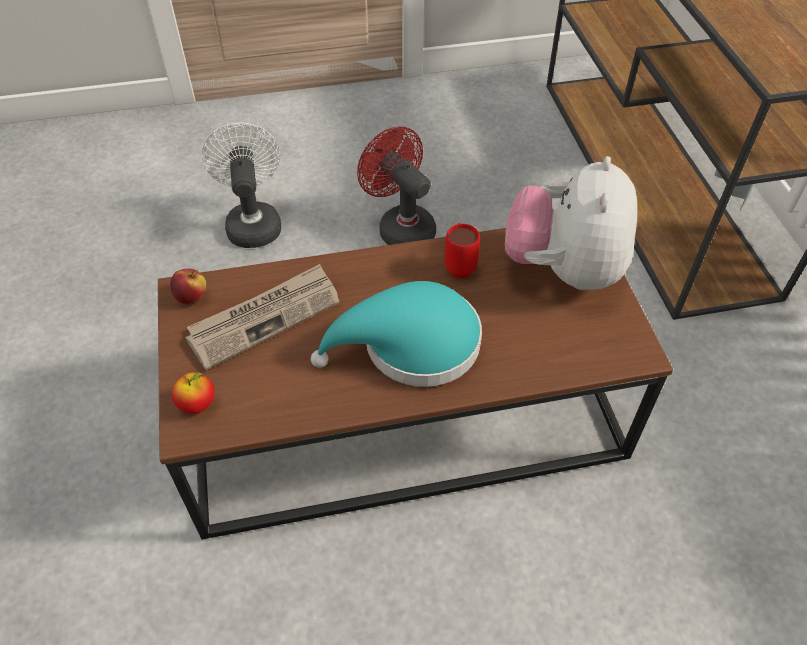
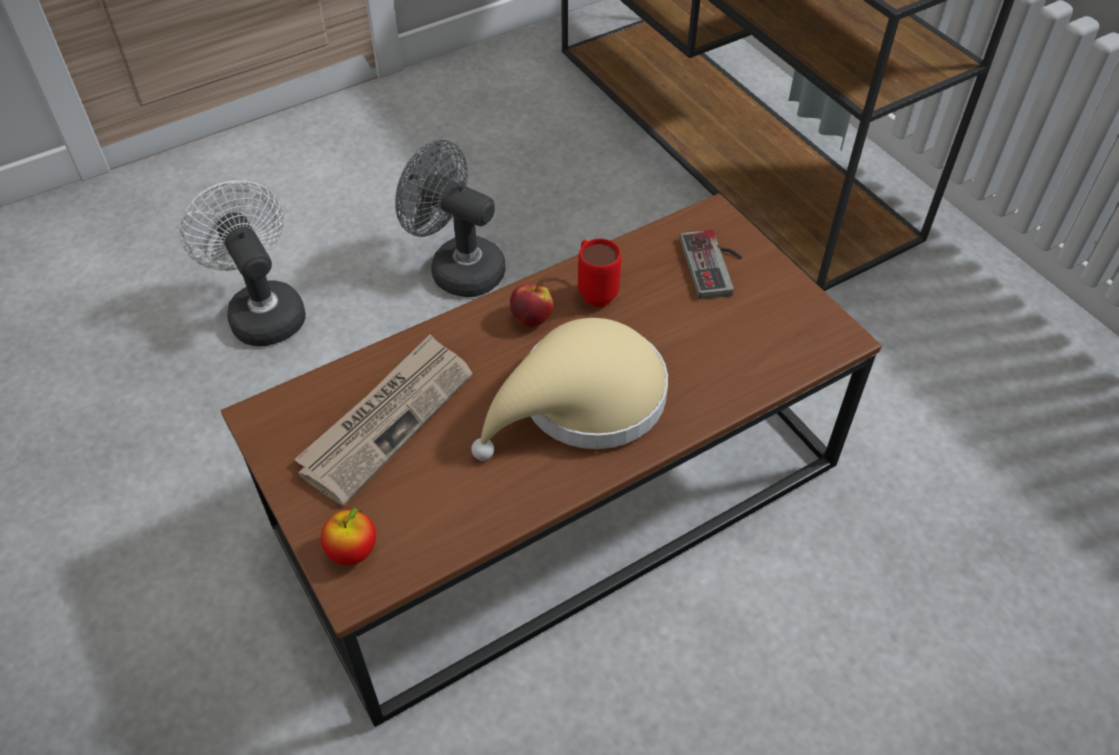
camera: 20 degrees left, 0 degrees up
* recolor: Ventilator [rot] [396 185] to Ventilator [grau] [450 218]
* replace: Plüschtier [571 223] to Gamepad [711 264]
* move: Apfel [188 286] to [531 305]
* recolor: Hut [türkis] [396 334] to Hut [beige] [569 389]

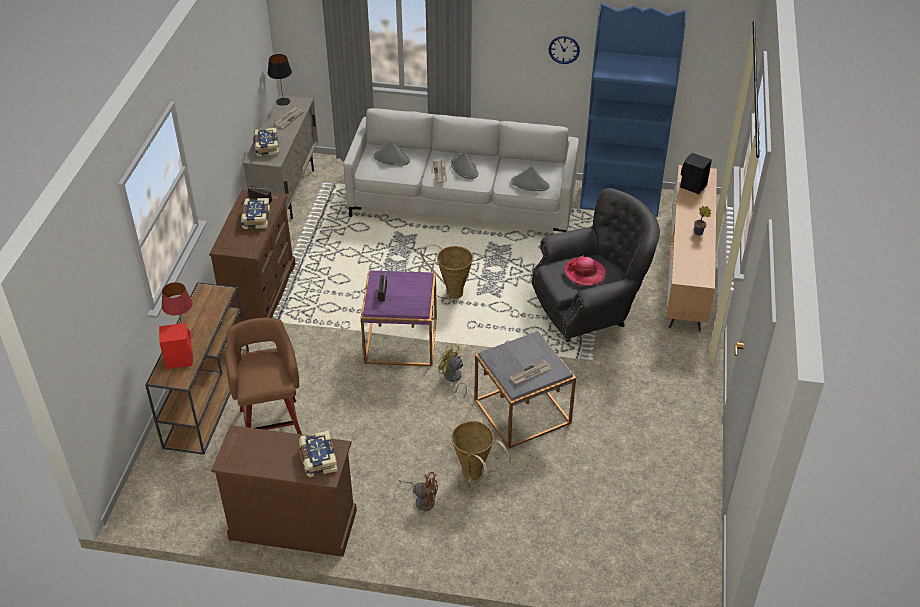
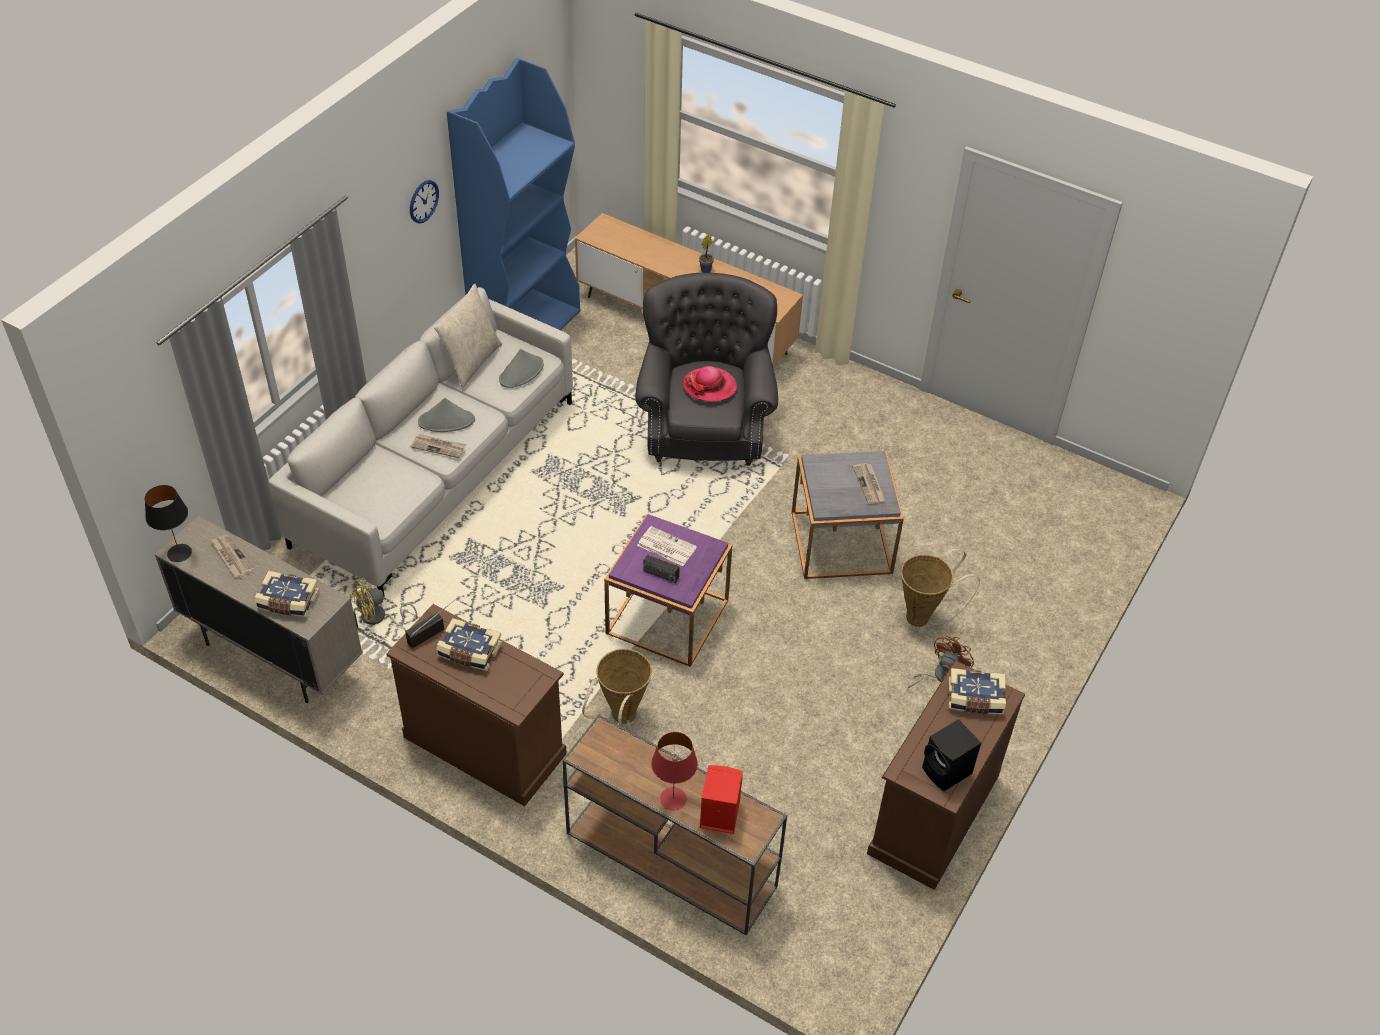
camera: 70 degrees left, 5 degrees up
* delete: Hut [grau] [391 153]
* move: Lautsprecher [schwarz] [696 173] to [951 755]
* move: Korb [446 271] to [617 690]
* delete: Hocker [braun] [263 376]
* move: Ventilator [gelb] [452 371] to [384 602]
* insert: Kissen [beige] [468 336]
* insert: Zeitung [667 546]

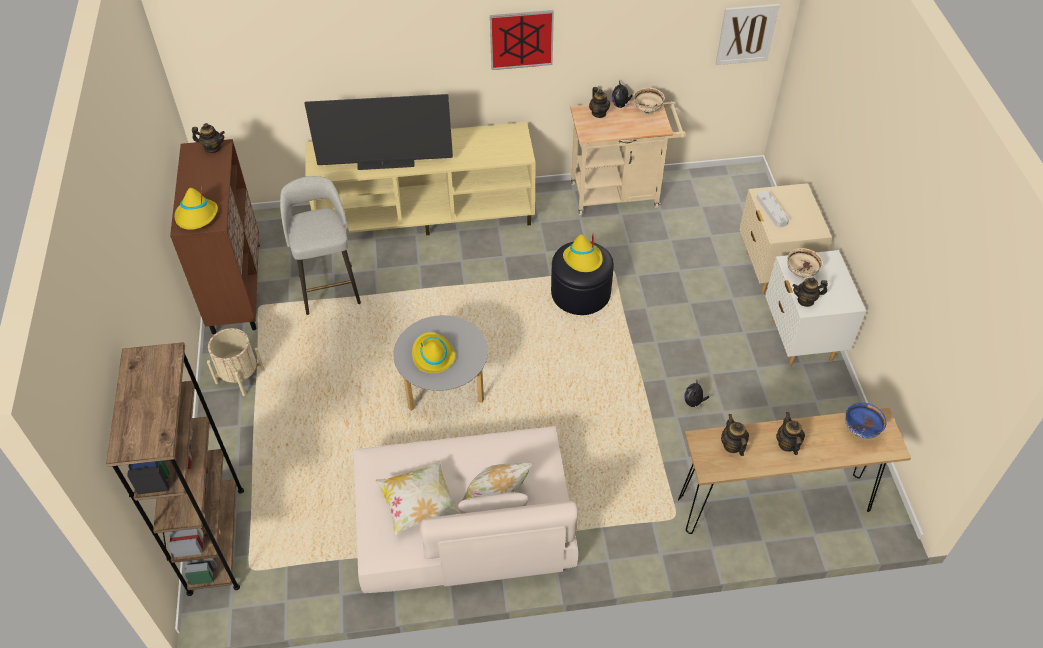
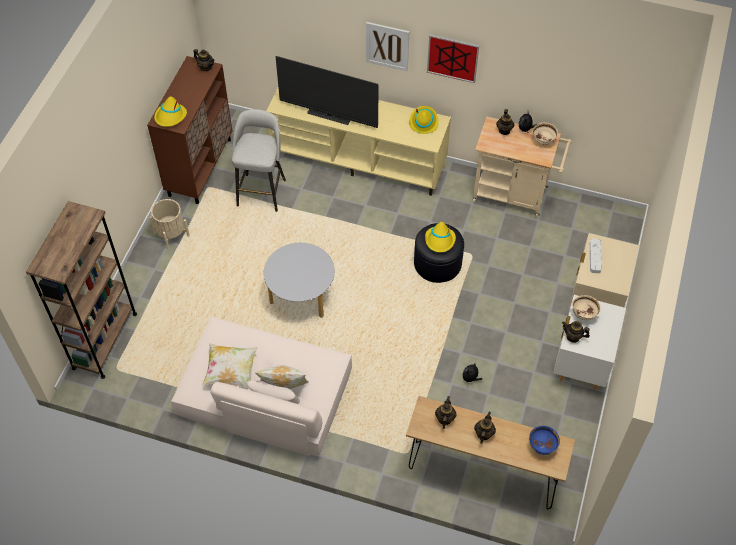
camera: 25 degrees right, 5 degrees up
* move: Bild [748 34] to [387 46]
* move: Hut [gelb] [433 352] to [424 120]

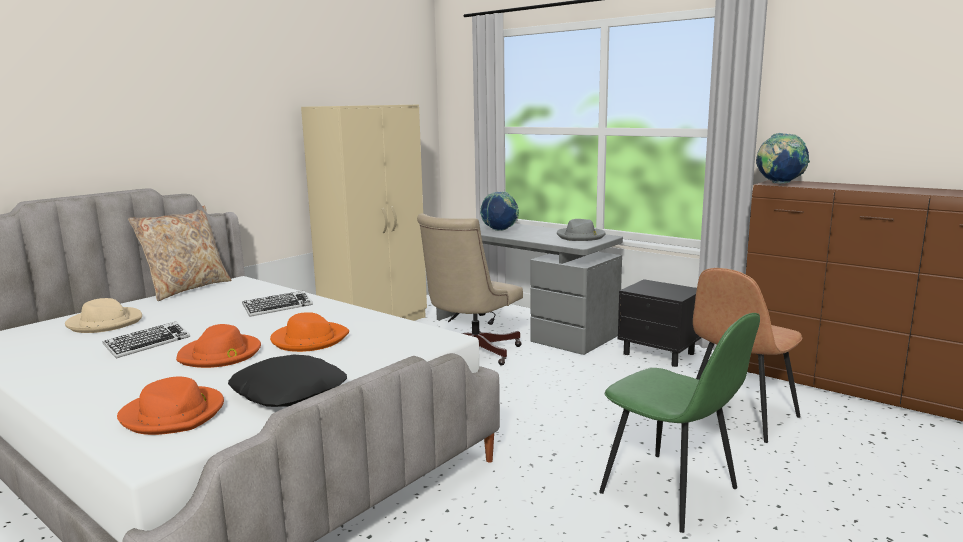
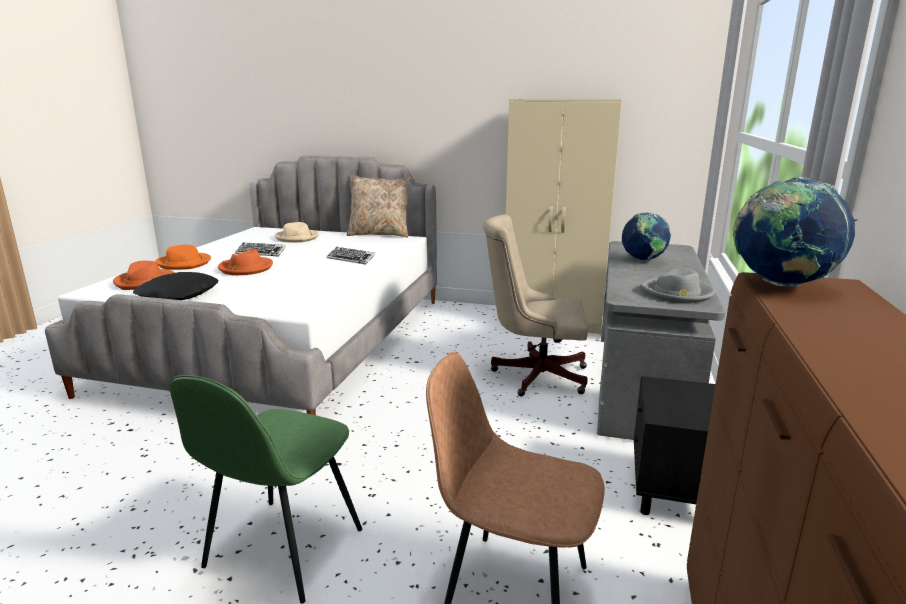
camera: 65 degrees right, 5 degrees up
* move: Hut [orange] [309 332] to [183 257]

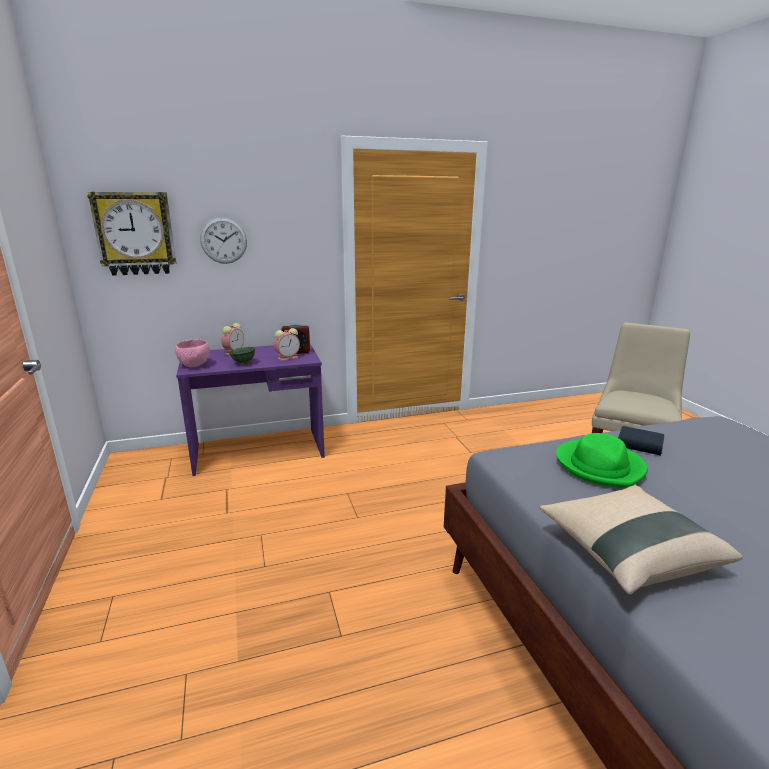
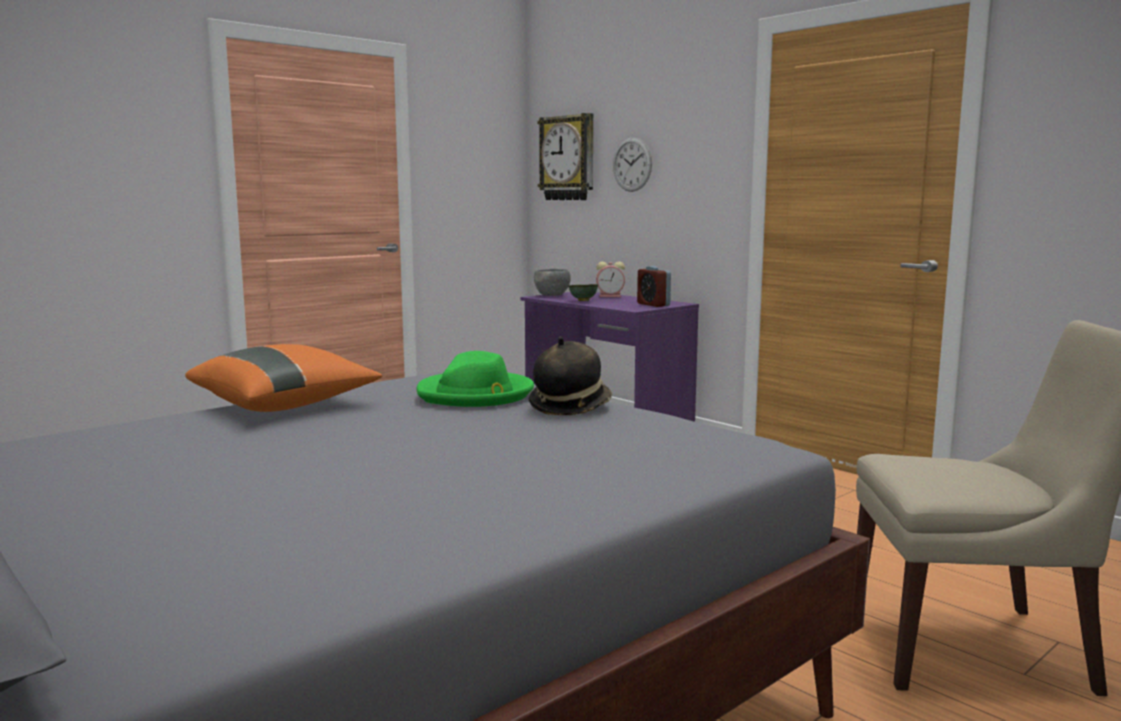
camera: 65 degrees right, 10 degrees down
* delete: Wecker [287 344]
* recolor: Schüssel [rosa] [192 353] to Schüssel [grau] [552 282]
* replace: Buch [641 441] to Hut [570 376]
* recolor: Kissen [beige] [641 539] to Kissen [orange] [283 378]

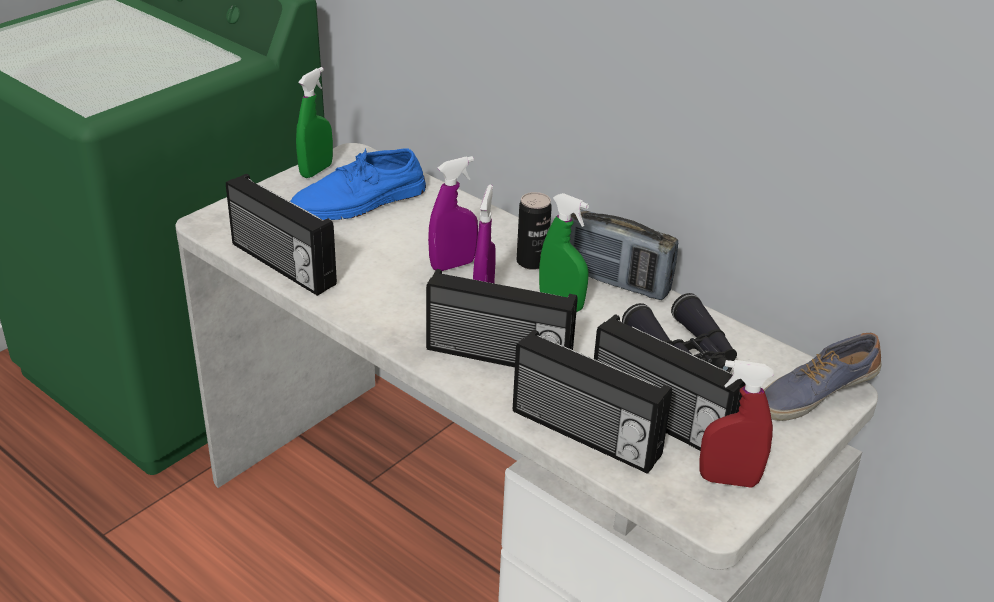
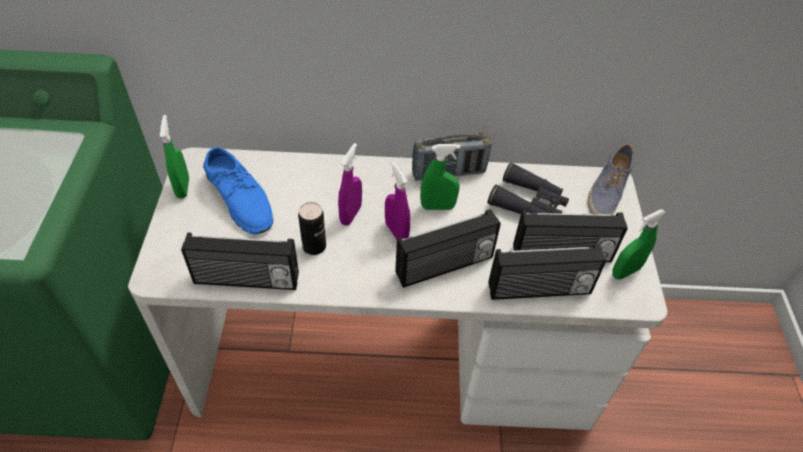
camera: 40 degrees left, 15 degrees up
* rotate: Schuh [blau] [358 184] = [238 190] 60 degrees counterclockwise
* move: Dose [534 231] to [312 228]
* recolor: Sprühflasche [rot] [736 424] to Sprühflasche [grün] [639 244]

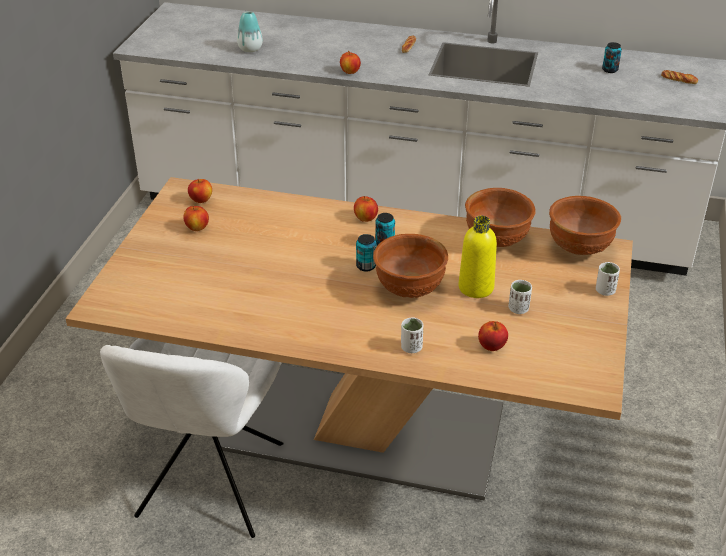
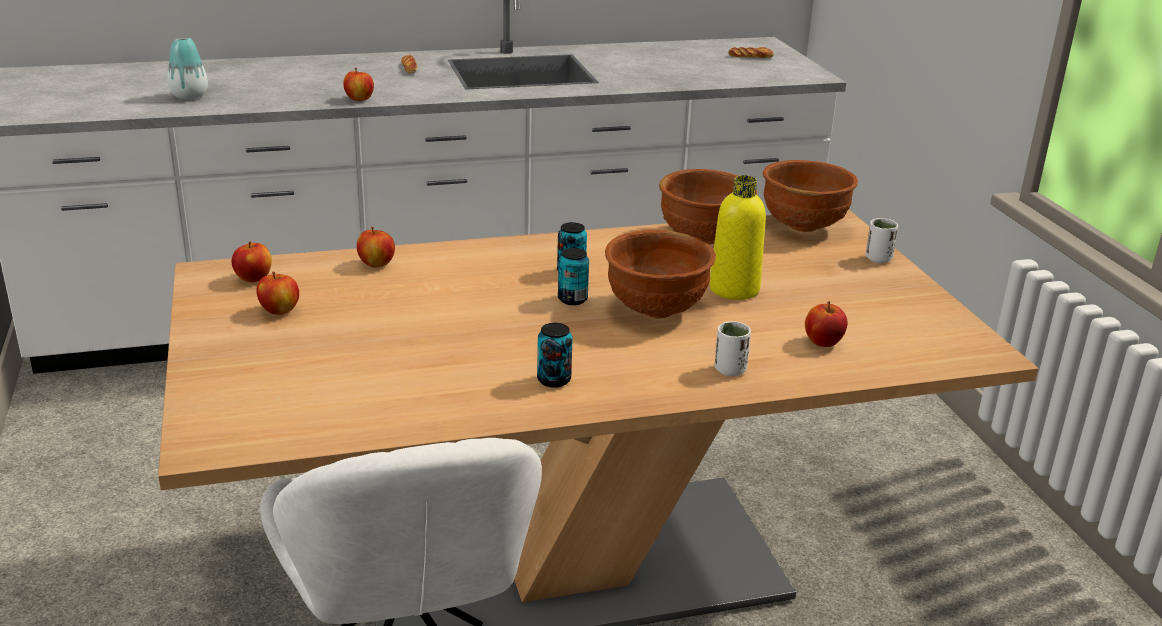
camera: 30 degrees left, 10 degrees down
* move: Dose [612 57] to [555 355]
* move: Apfel [366 209] to [376 247]
* delete: Tasse [weiß] [520 297]

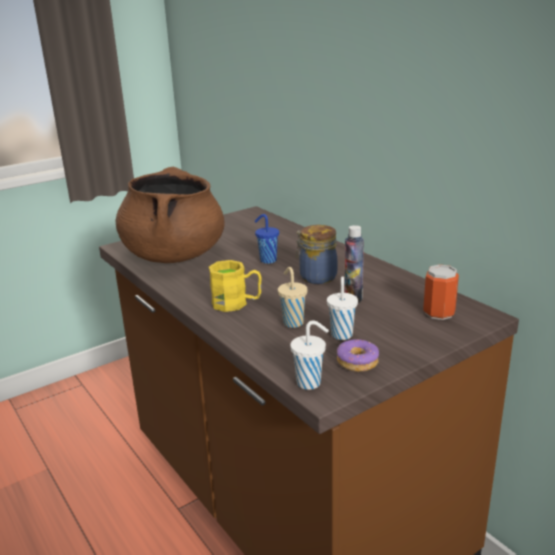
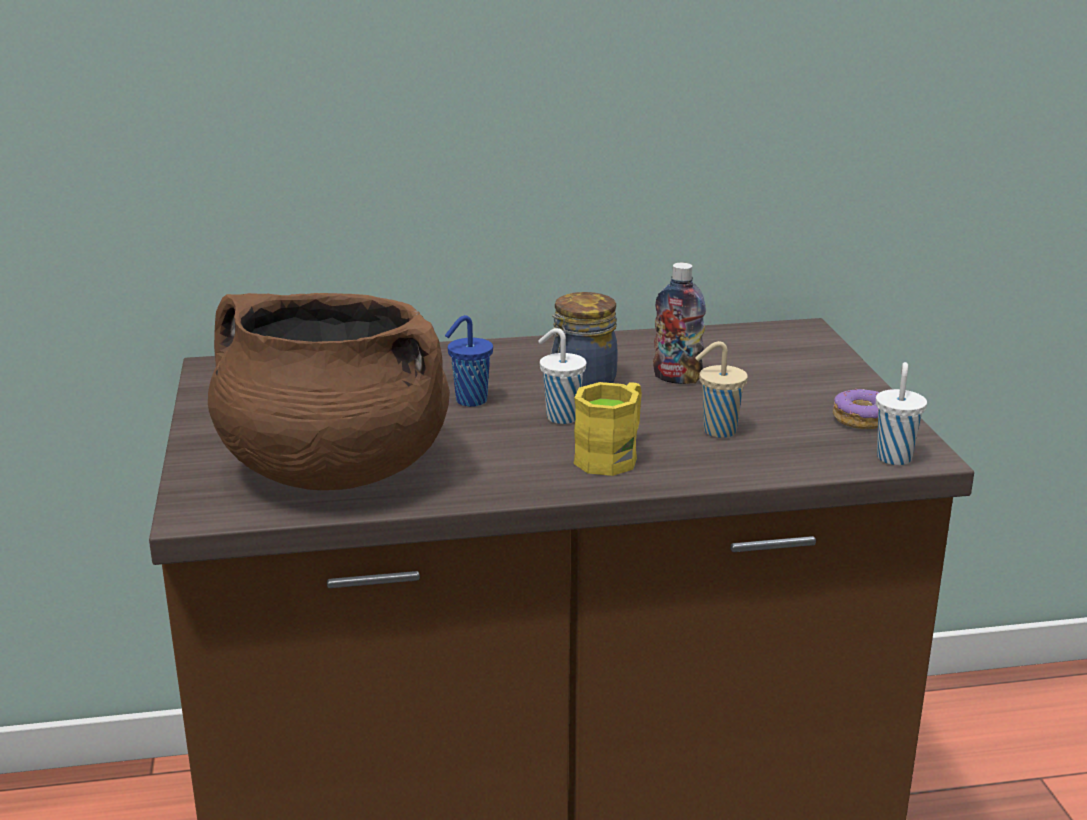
camera: 65 degrees left, 0 degrees up
* delete: Dose [441 292]
* move: Tasse [weiß] [342 308] to [562 376]

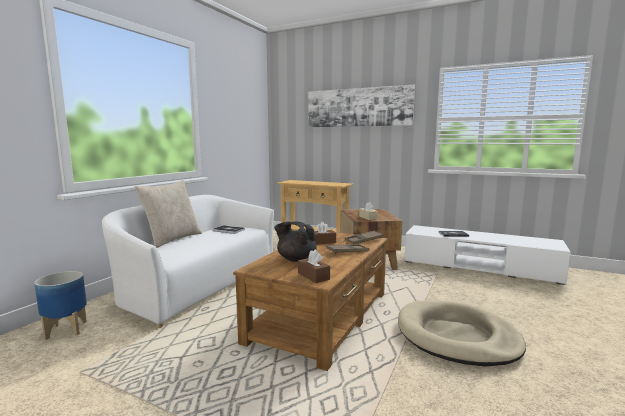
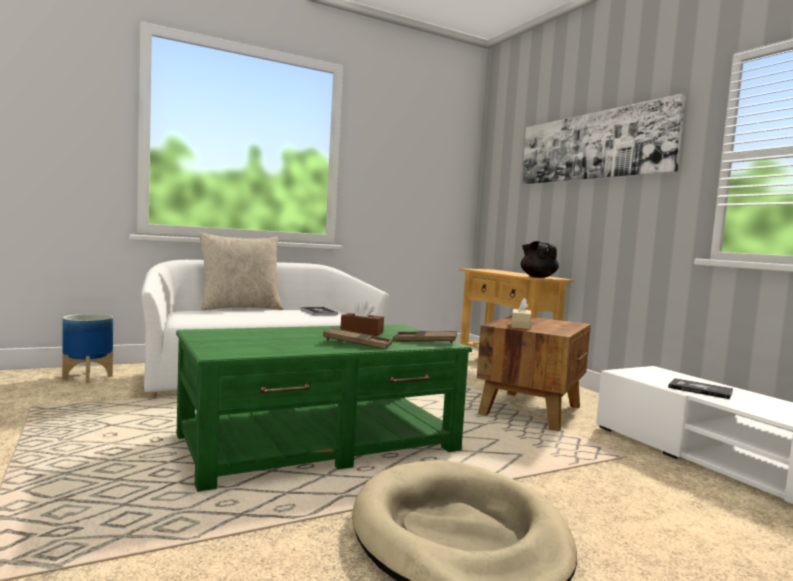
camera: 35 degrees right, 5 degrees down
* move: Teekanne [schwarz] [295 241] to [539 259]
* recolor: Couchtisch [braun] [310 300] to Couchtisch [grün] [324 408]
* delete: Taschentuchbox [braun] [314 266]

